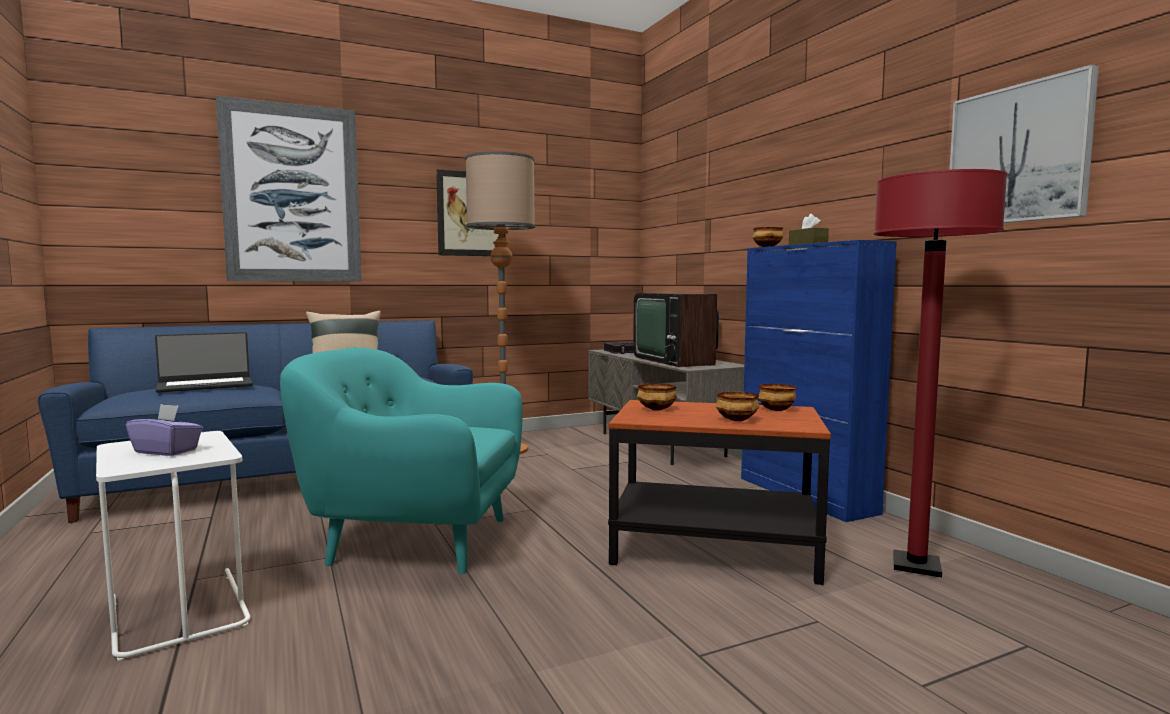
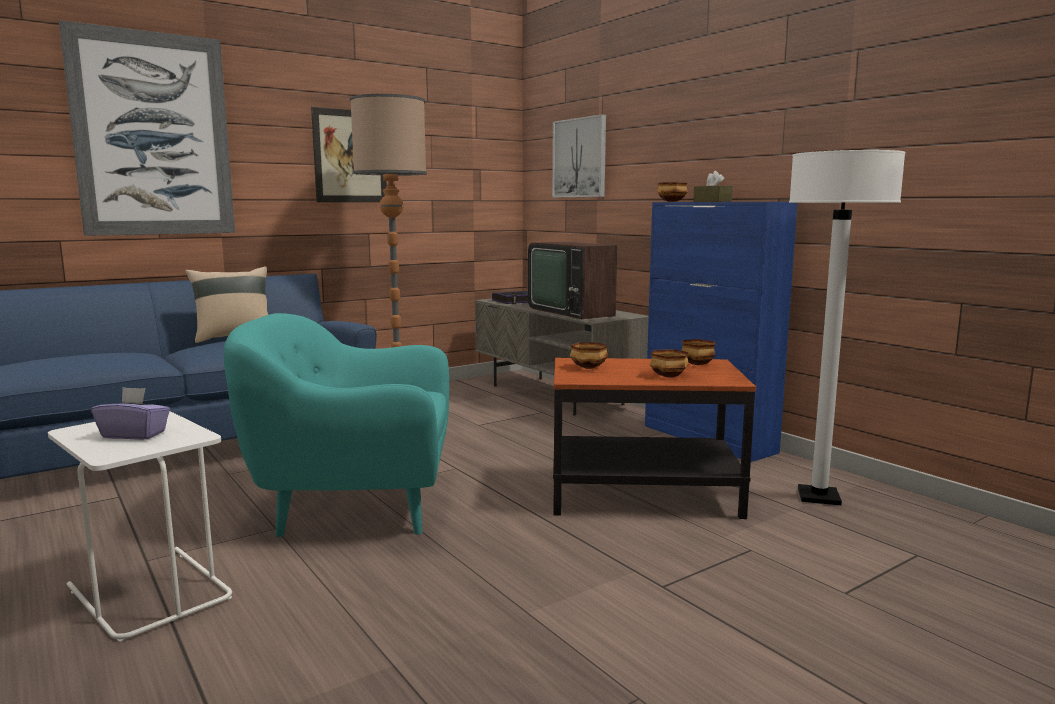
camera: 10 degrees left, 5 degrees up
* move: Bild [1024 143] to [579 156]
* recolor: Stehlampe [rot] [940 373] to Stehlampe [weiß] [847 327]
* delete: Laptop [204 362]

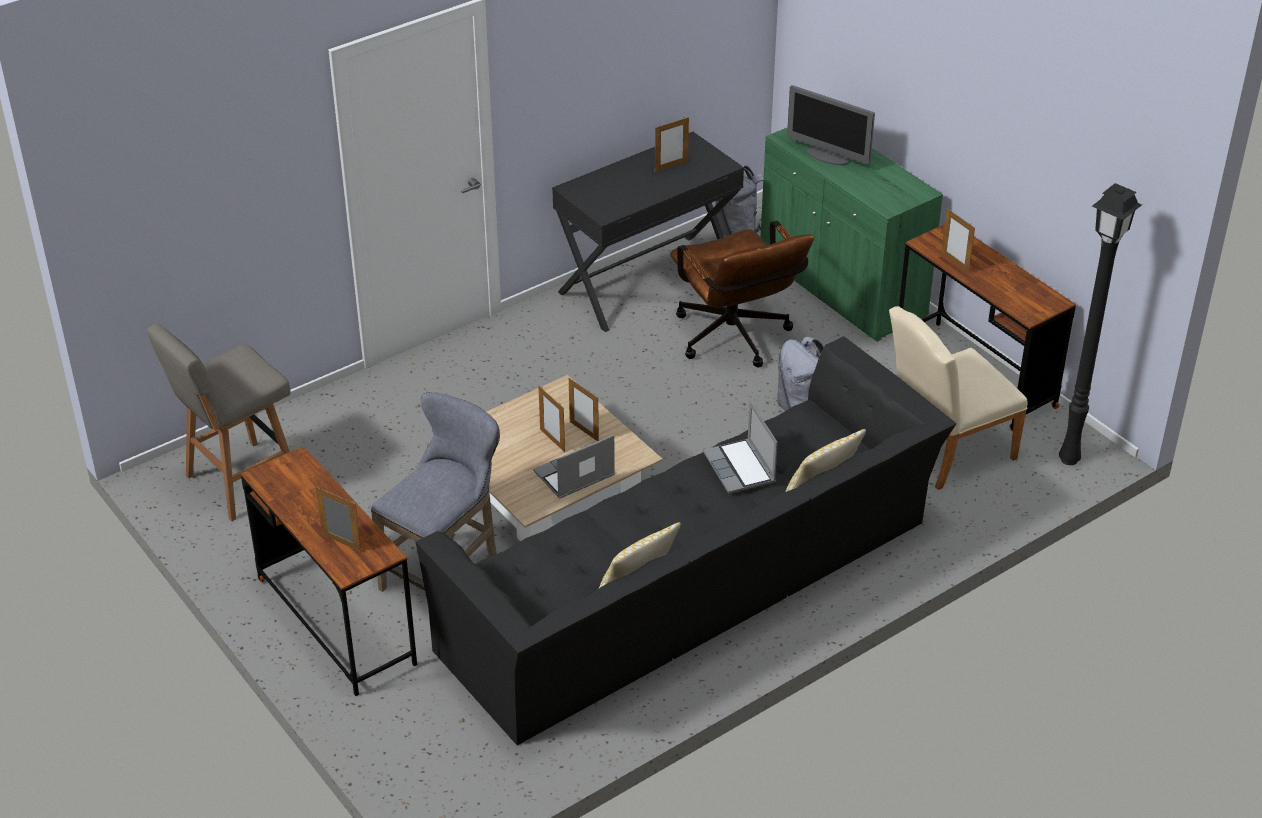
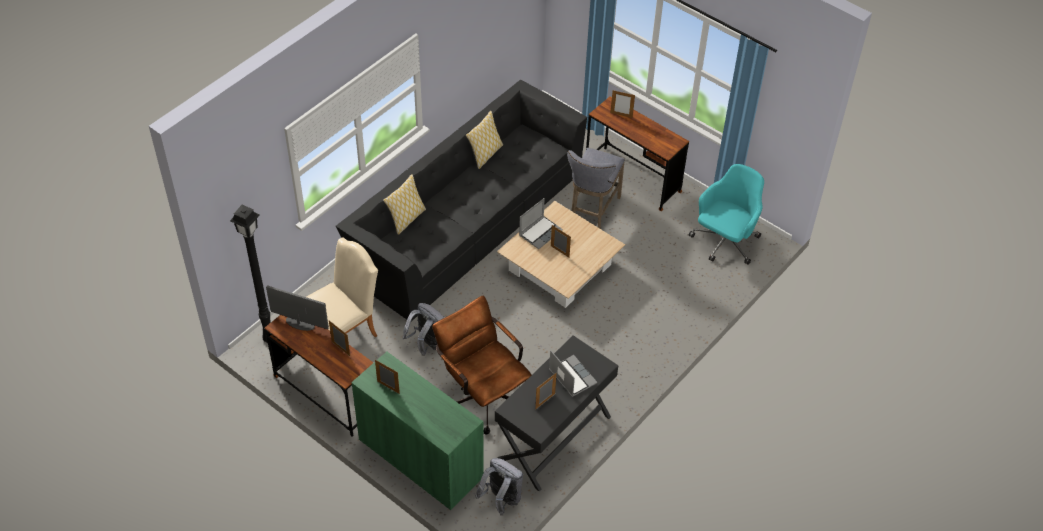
camera: 165 degrees right, 10 degrees up
* move: Monitor [831 125] to [297 308]
* replace: Hocker [grau] [219 422] to Bürostuhl [türkis] [726 214]
* move: Bilderrahmen [584 409] to [387 377]
* move: Laptop [740 447] to [573 373]

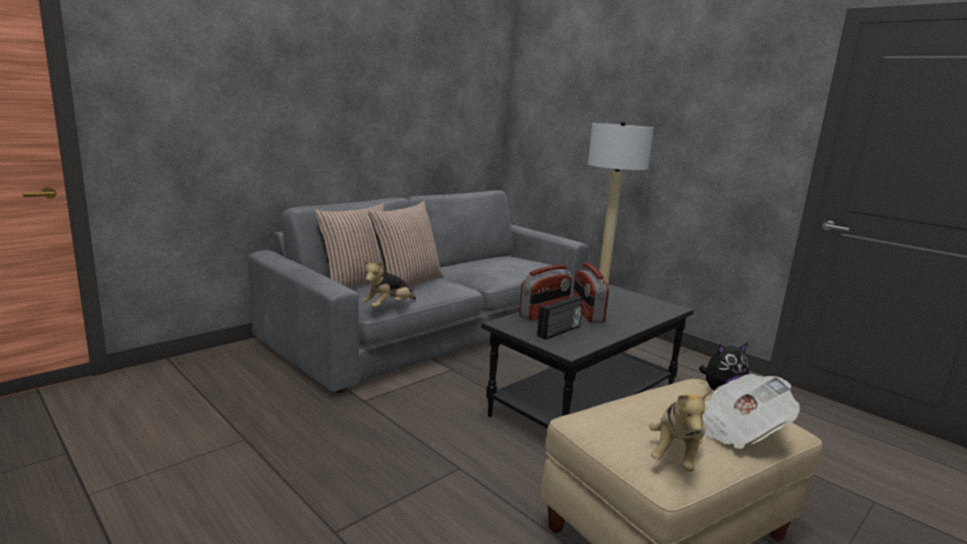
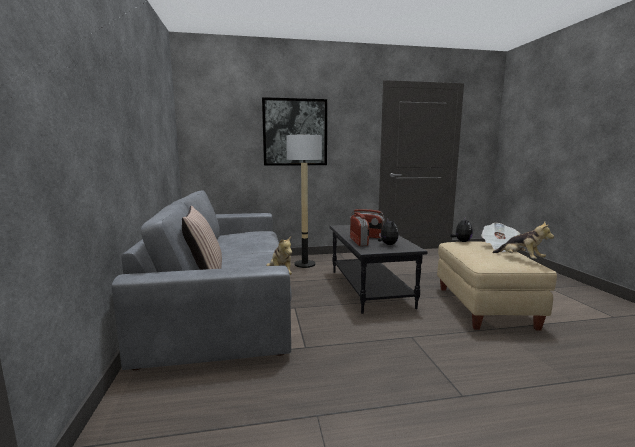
camera: 55 degrees left, 5 degrees down
* delete: Kissen [406 249]
* replace: Radio [560 318] to Plüschtier [388 231]
* insert: Bild [294 131]

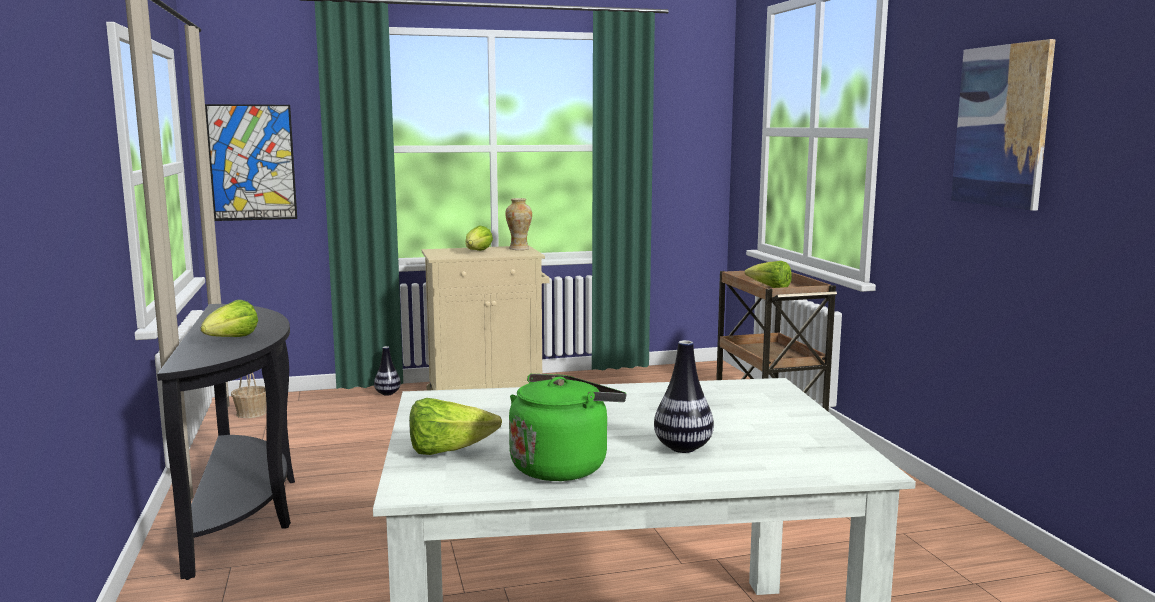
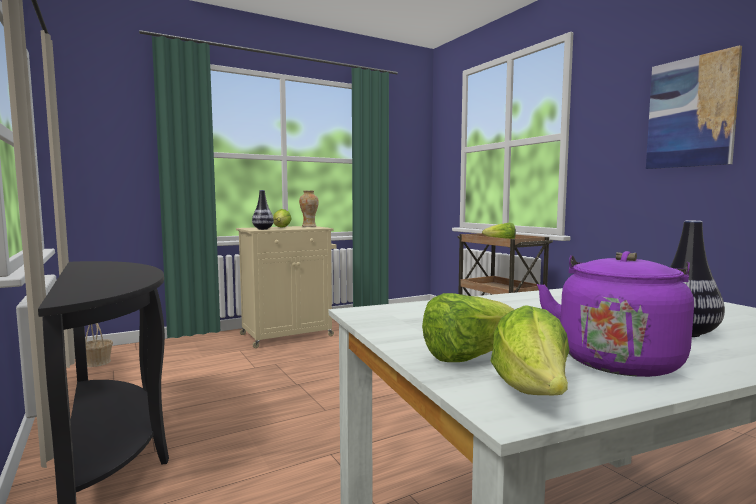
camera: 15 degrees left, 5 degrees down
* delete: Bild [251 162]
* move: Salatkopf [229 318] to [530 350]
* move: Vase [387 371] to [263 210]
* recolor: Wasserkessel [grün] [567 427] to Wasserkessel [lila] [615 314]

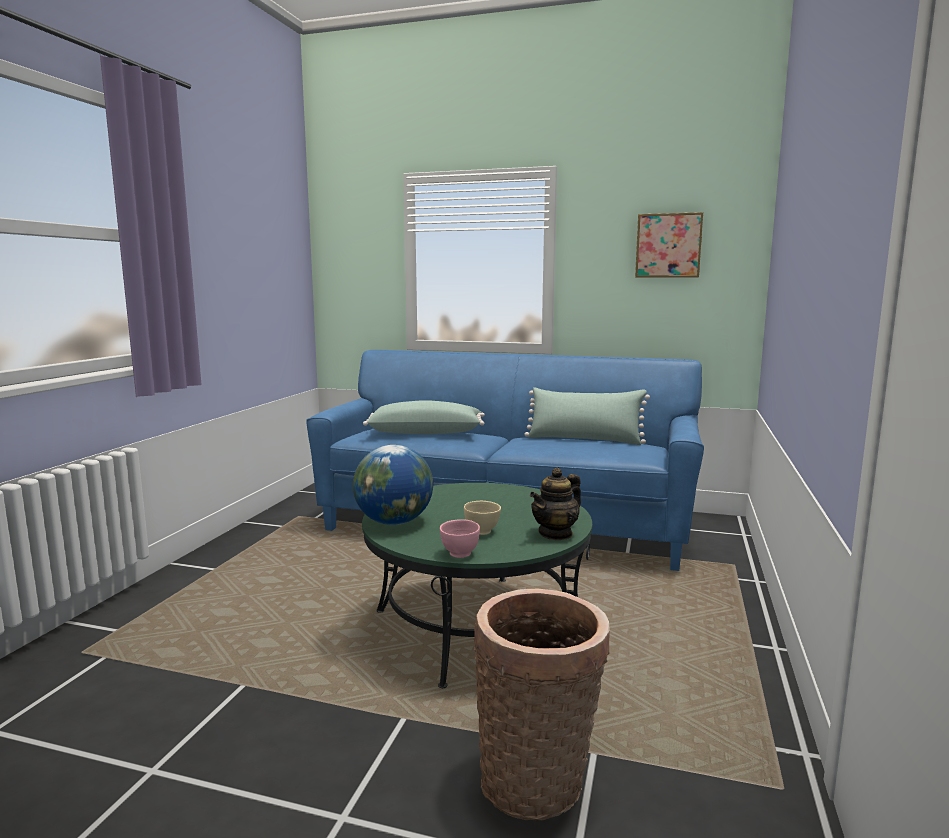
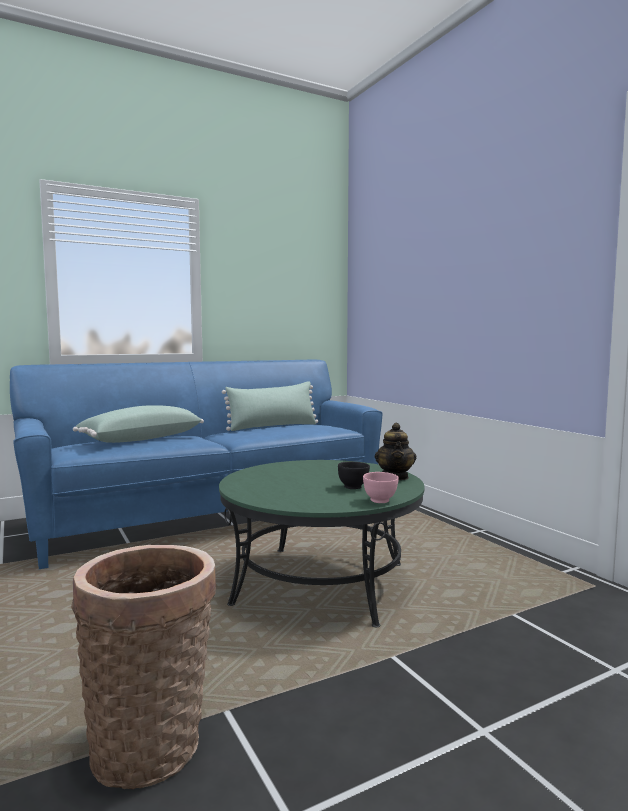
camera: 45 degrees left, 5 degrees down
* delete: Bild [669 245]
* delete: Globus [393 485]
* recolor: Schüssel [beige] [482 518] to Schüssel [schwarz] [354 475]
* move: Korb [541 705] to [143 667]

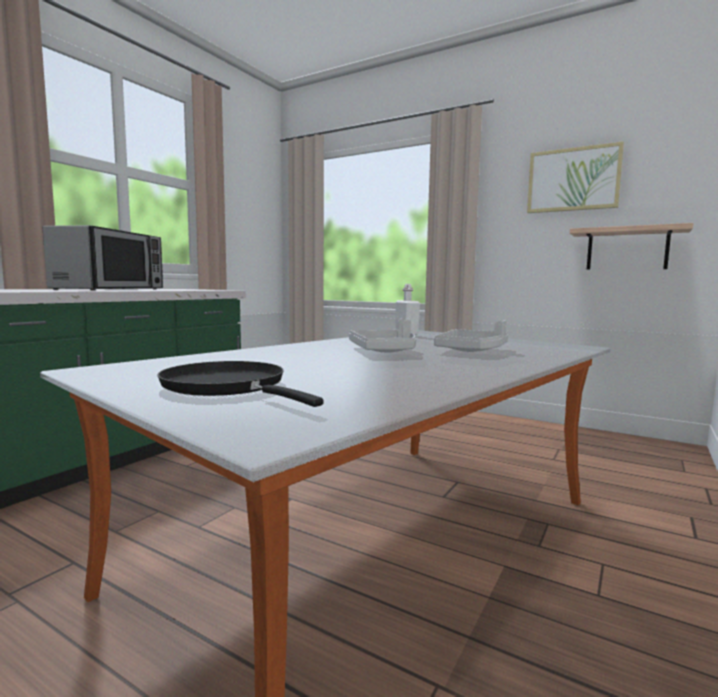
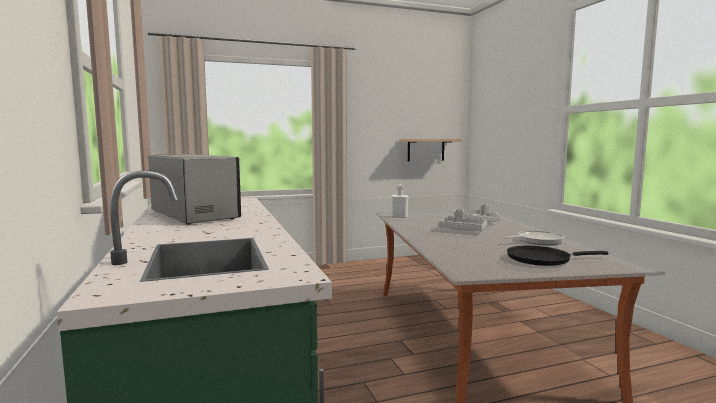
camera: 50 degrees left, 0 degrees up
* delete: Bild [575 177]
* insert: Pfanne [534 238]

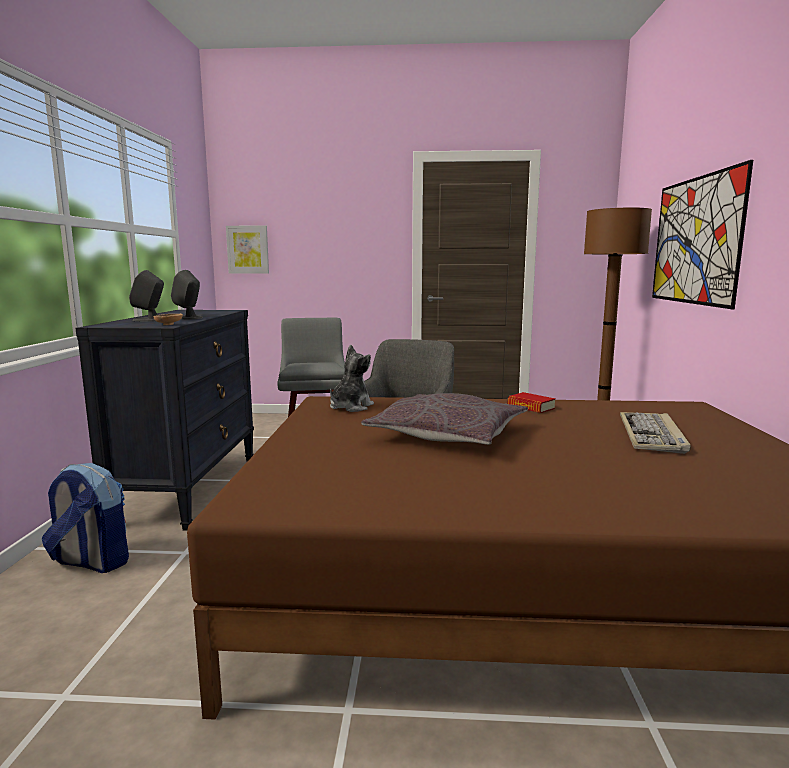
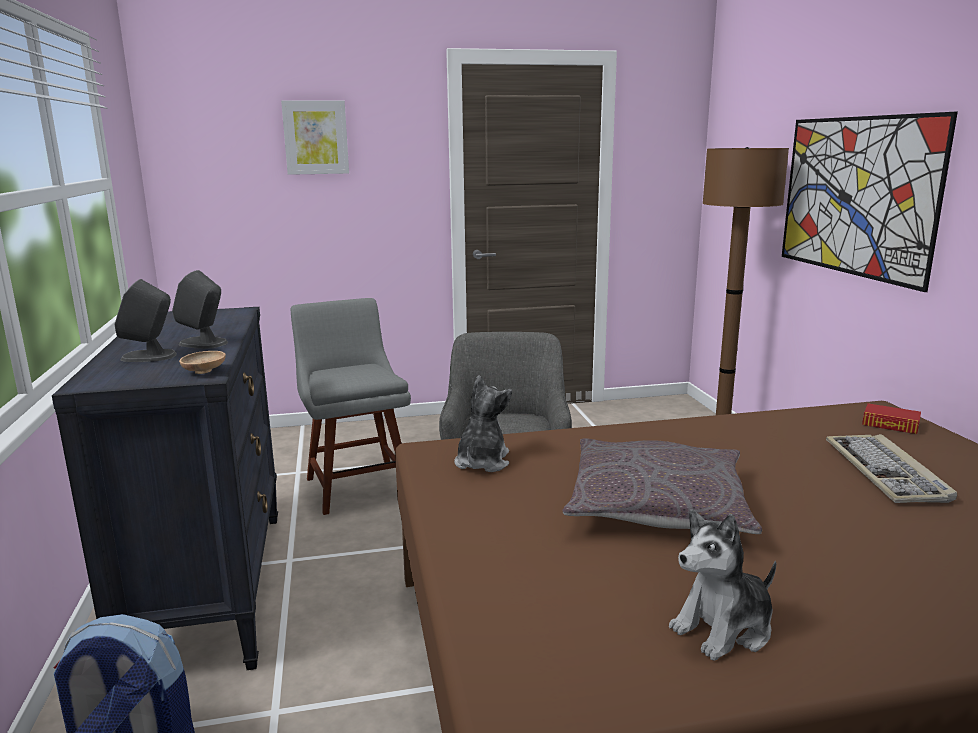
camera: 15 degrees left, 5 degrees up
* move: Bild [247 250] to [315 138]
* move: Buch [532 402] to [891 418]
* insert: Plüschtier [722 585]

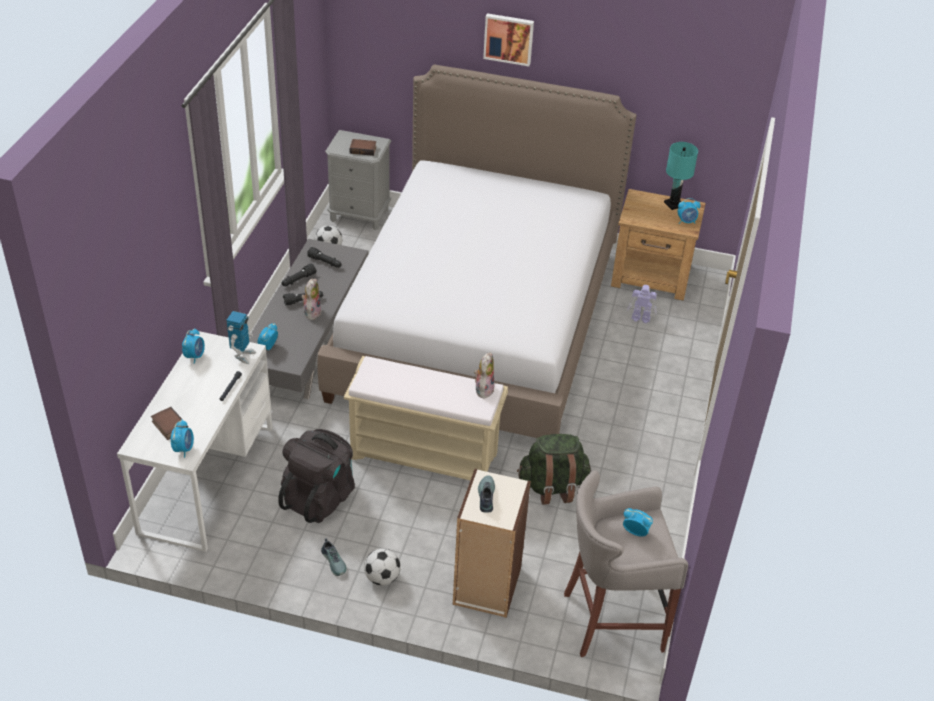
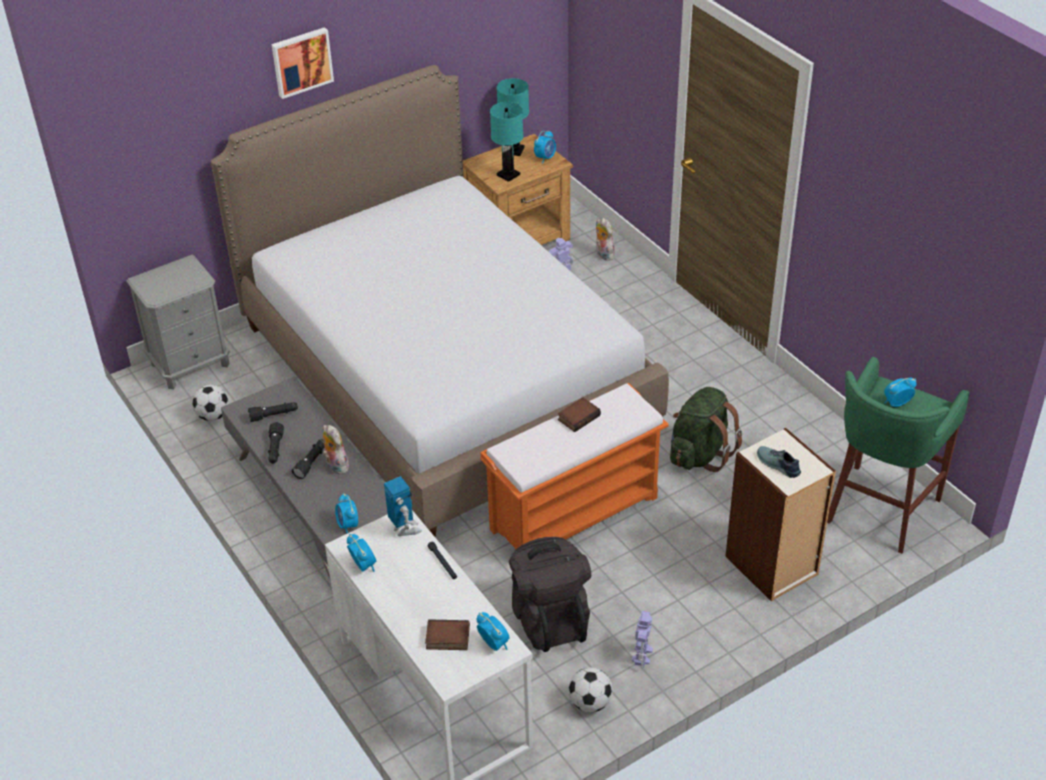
camera: 45 degrees left, 0 degrees up
* move: Buch [362 147] to [579 414]
* move: Plüschtier [484 376] to [605 239]
* recolor: Bank [beige] [426 418] to Bank [orange] [574 466]
* recolor: Hocker [grau] [626 563] to Hocker [grün] [898 455]
* replace: Schuh [334 557] to Spielzeugroboter [642 639]
* move: Fußball [382 566] to [591 689]
* insert: Tischlampe [türkis] [506 142]

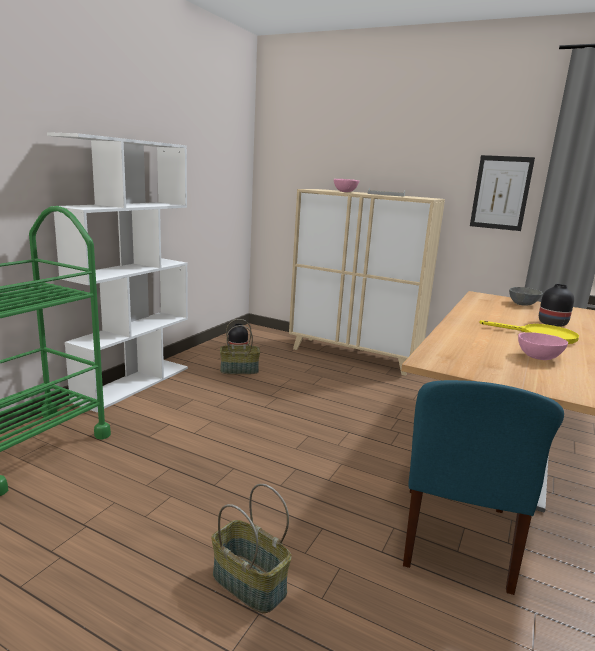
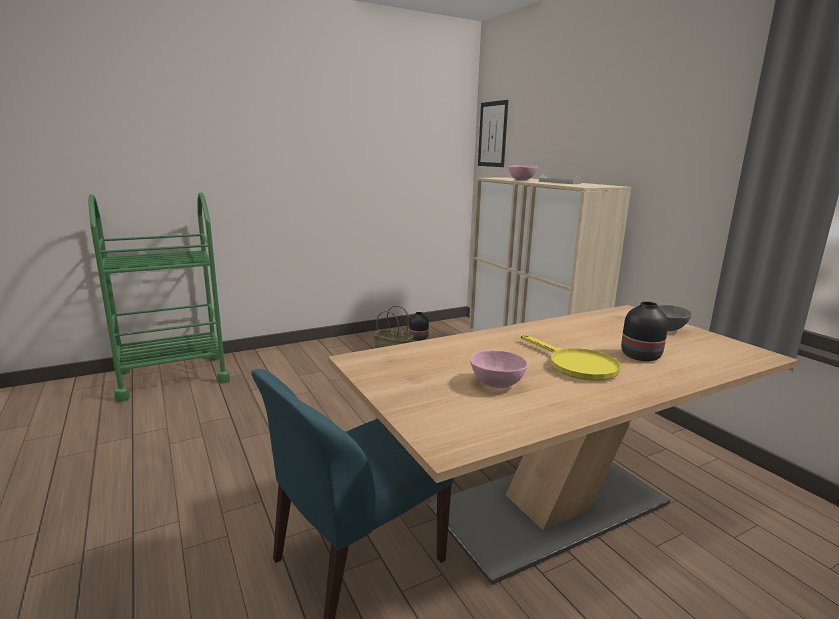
camera: 35 degrees right, 0 degrees up
* delete: Bücherregal [weiß] [117 272]
* move: Bild [502 193] to [493 133]
* delete: Korb [252 548]

